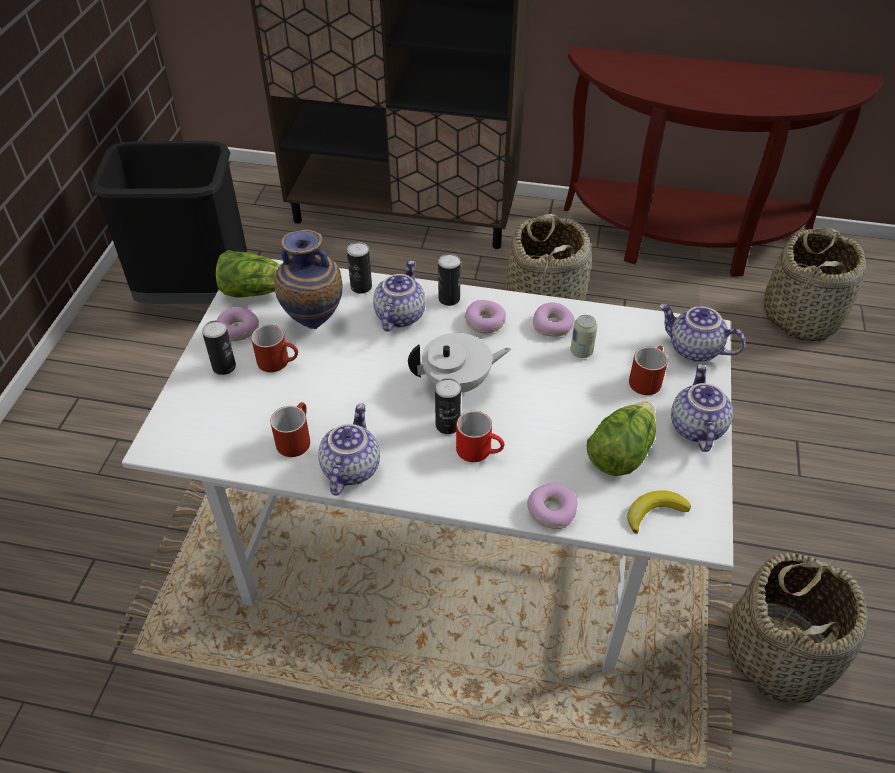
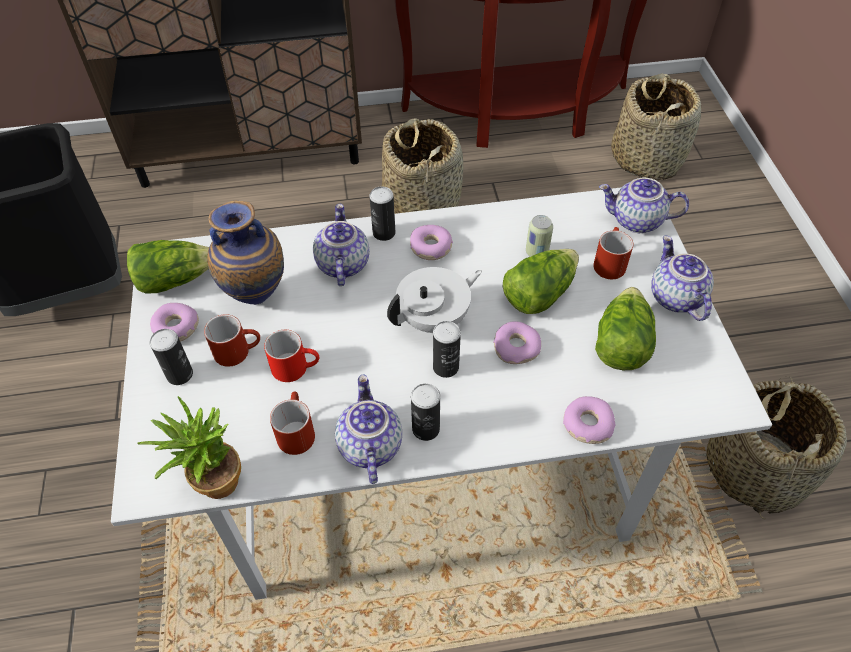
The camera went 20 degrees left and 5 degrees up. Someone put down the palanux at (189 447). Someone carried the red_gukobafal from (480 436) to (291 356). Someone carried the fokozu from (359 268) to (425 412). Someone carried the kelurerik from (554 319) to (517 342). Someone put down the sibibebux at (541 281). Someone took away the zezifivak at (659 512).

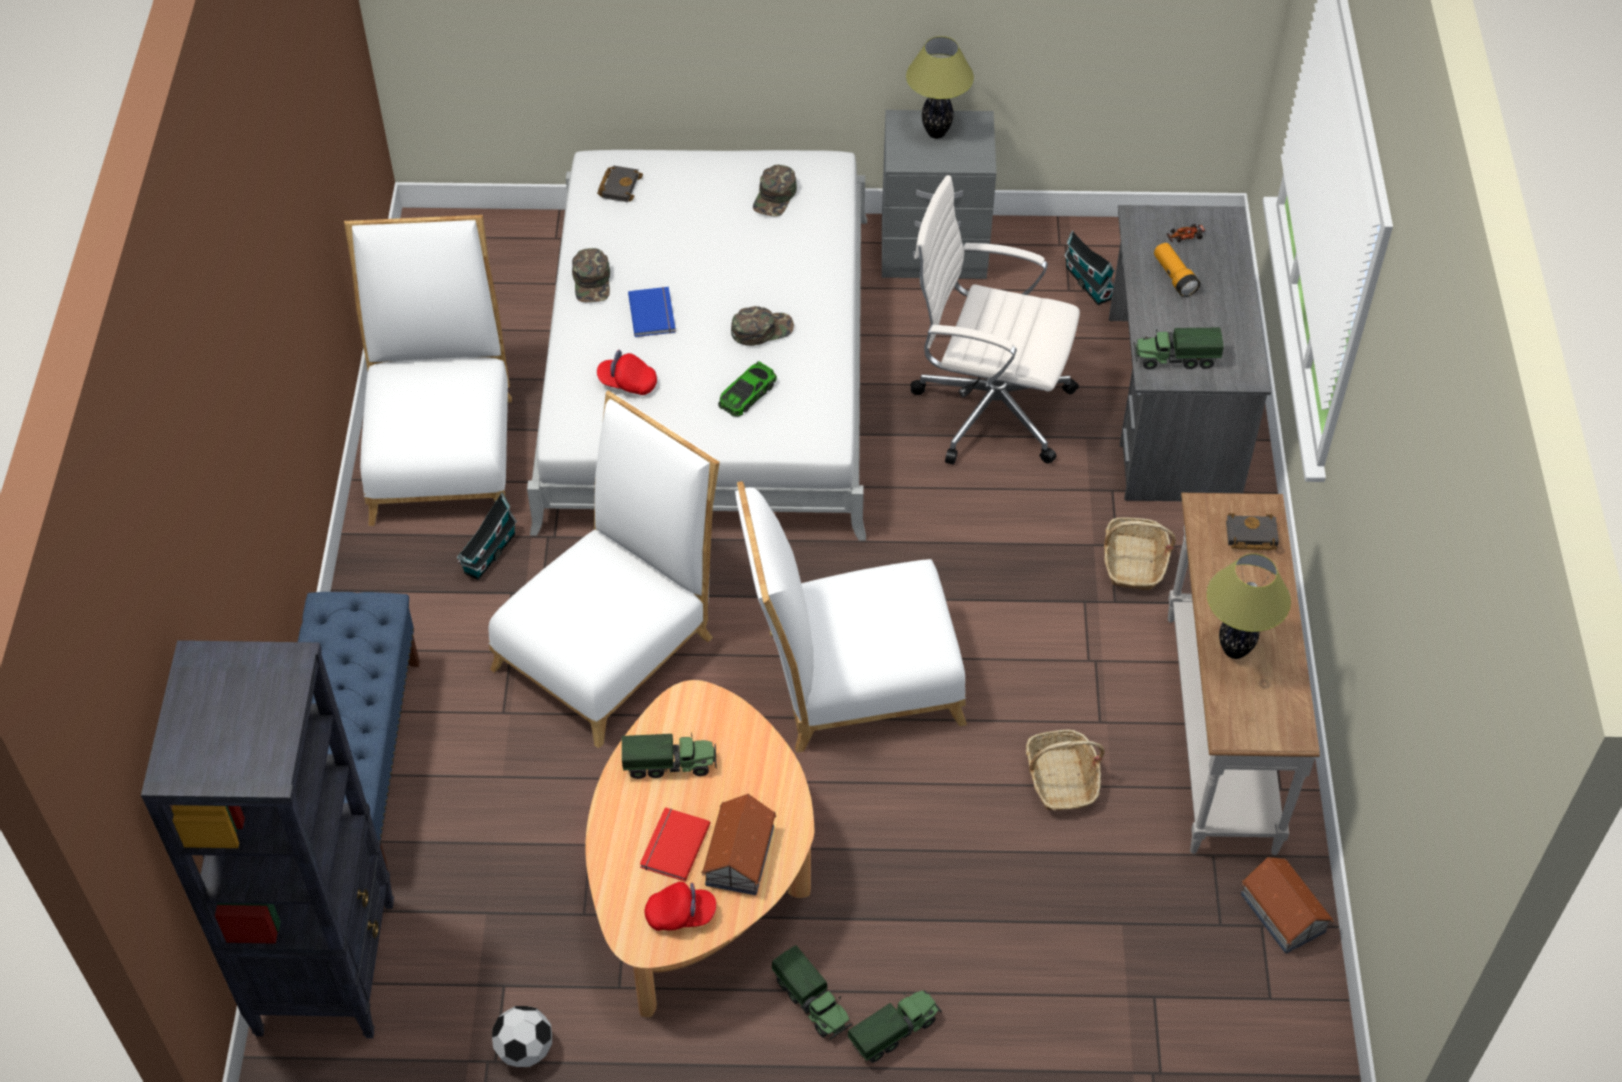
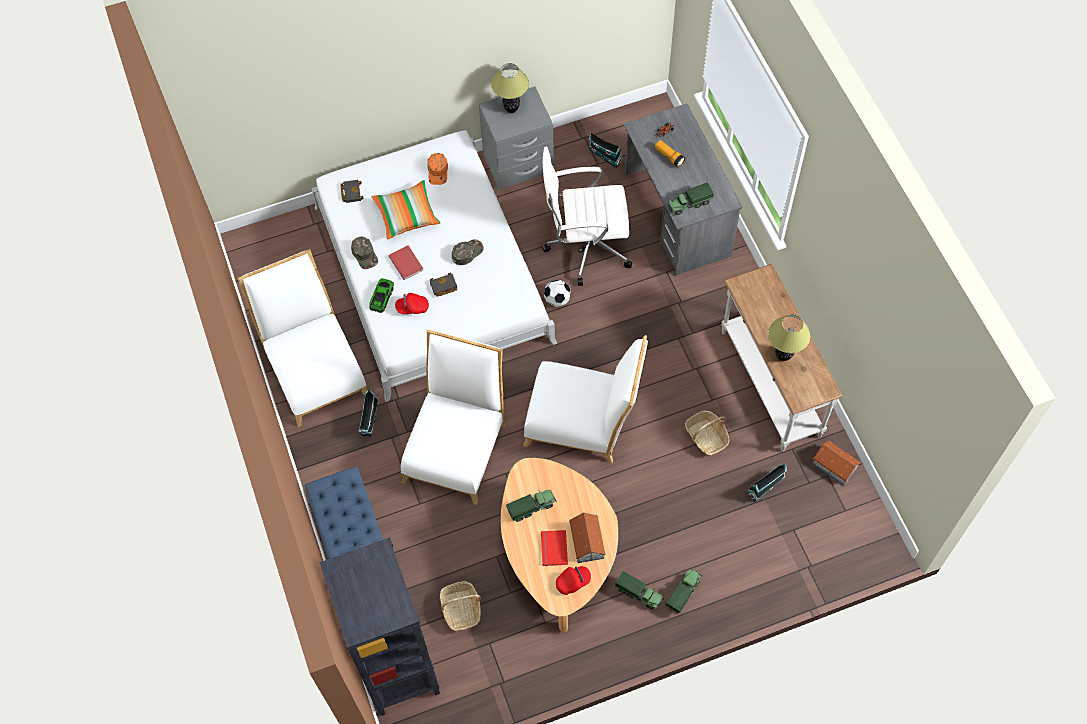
The camera went 20 degrees left and 10 degrees up. Someone carried the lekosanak from (747 389) to (381 295). Someone put down the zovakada at (406 210). Someone repainted the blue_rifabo at (652 312), which became the red_rifabo at (405 263). Someone repainted the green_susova at (775 191), which became the orange_susova at (437 169). Someone carried the black_rifabo from (1252 531) to (443 285). Someone carried the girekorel from (1140 553) to (460 606). Someone rotated the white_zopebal at (851 617) by 135 degrees counterclockwise. Someone carried the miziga from (522 1036) to (557 293). Someone put down the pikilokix at (767 483).

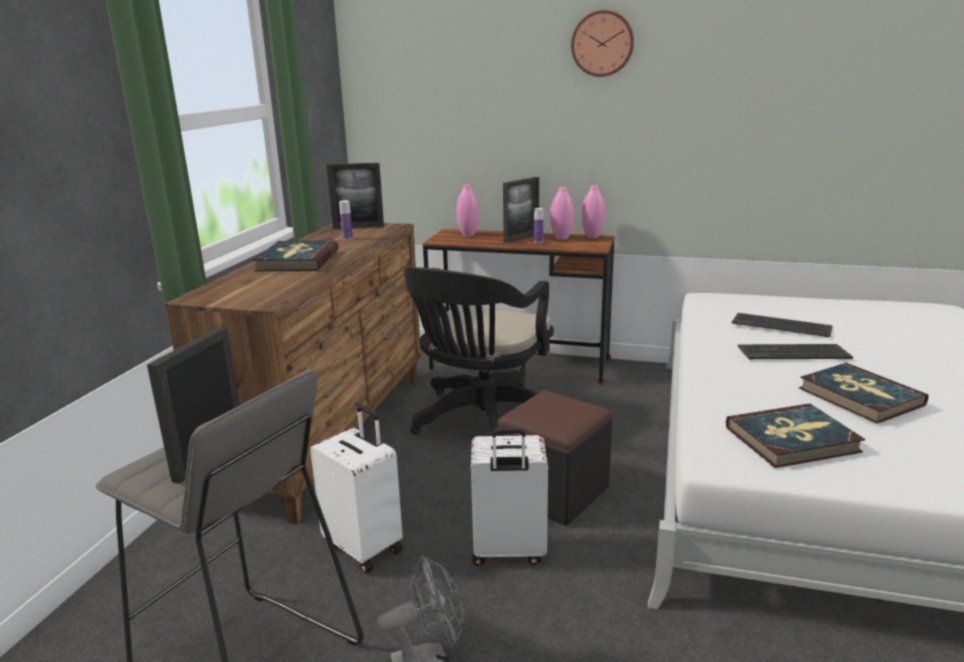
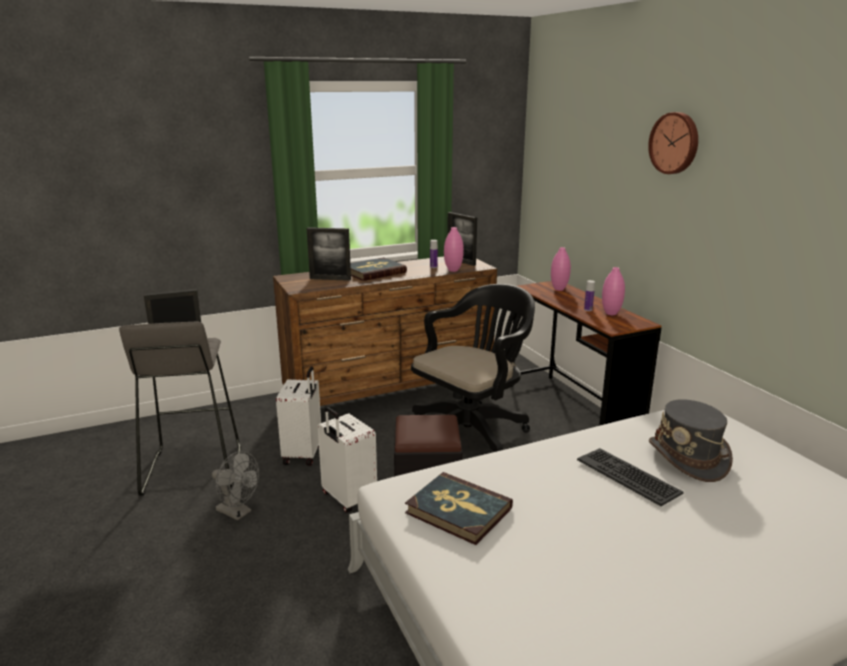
The camera went 50 degrees right and 0 degrees up. Someone carried the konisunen from (521 210) to (329 254). Someone rotated the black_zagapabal at (479 351) by 150 degrees clockwise. Someone carried the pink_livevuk from (593 212) to (454 249). Someone swapped the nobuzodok at (782 325) for the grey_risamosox at (691 440). Someone took away the rifabo at (864 393).

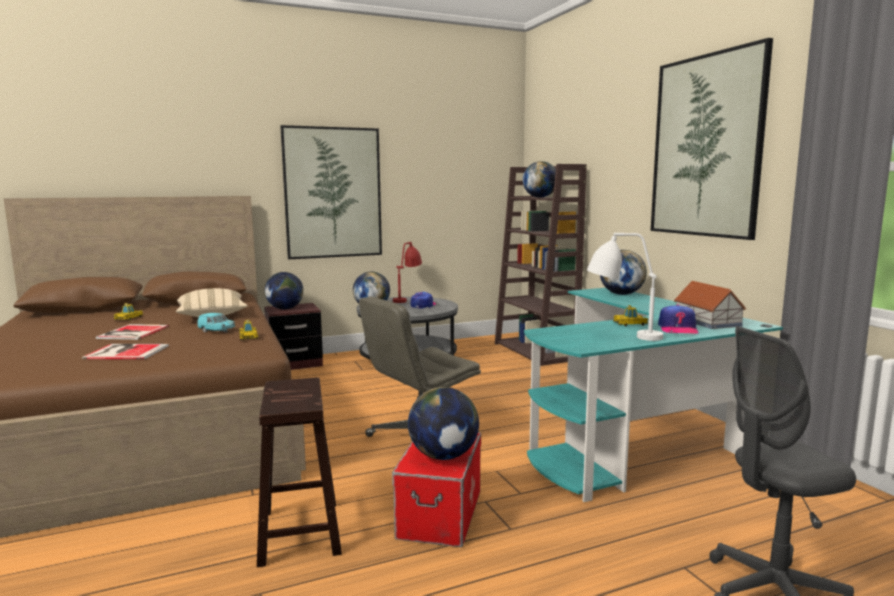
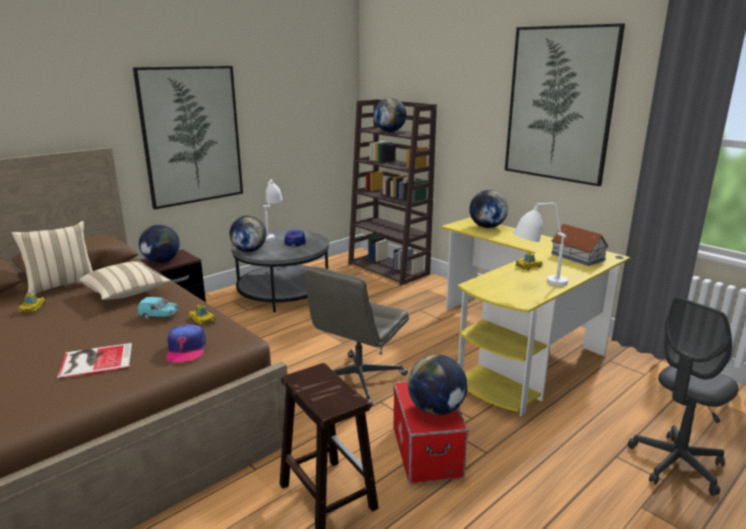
The camera went 20 degrees left and 10 degrees up. Someone put down the beige_zovakada at (52 258). Someone carried the susova from (678 319) to (186 343). Someone repainted the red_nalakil at (407 272), which became the white_nalakil at (272 210). Someone repainted the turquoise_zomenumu at (653 395), which became the yellow_zomenumu at (535 317). Someone took away the rifabo at (132 332).

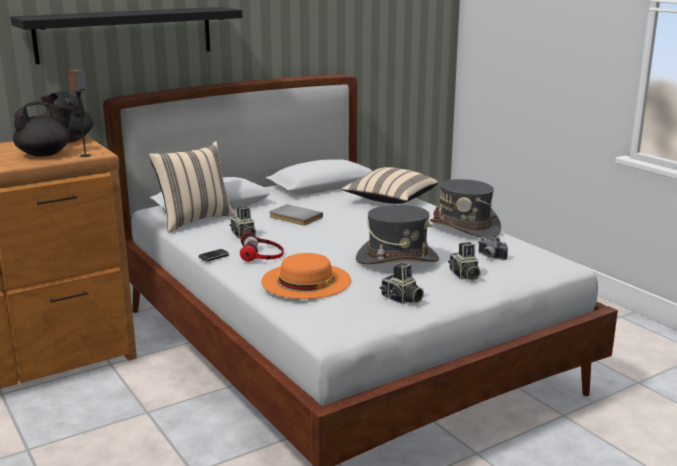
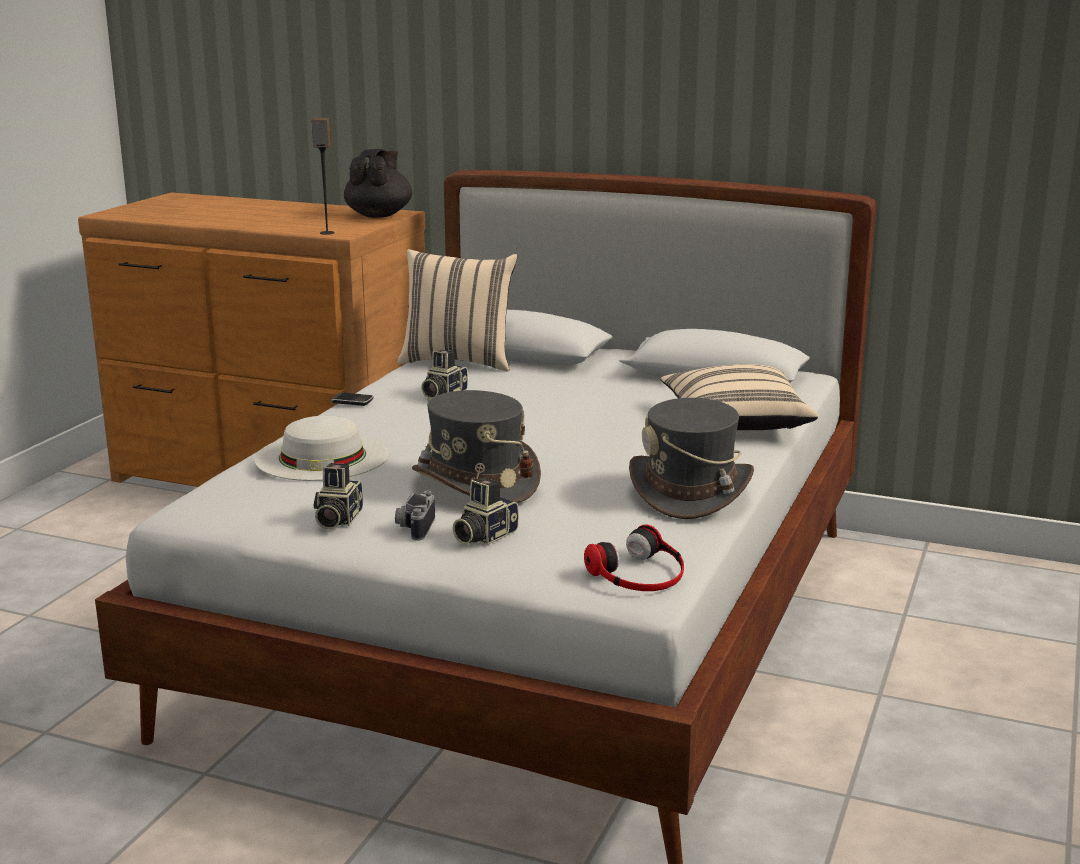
The camera went 55 degrees right and 0 degrees up. Someone repainted the orange_risamosox at (306 276), which became the white_risamosox at (322 448). Someone carried the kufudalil from (493 248) to (415 516). Someone carried the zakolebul from (262 247) to (634 557). Someone took away the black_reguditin at (127 35). Someone took away the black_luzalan at (43 129). Someone took away the grey_rifabo at (296 214).

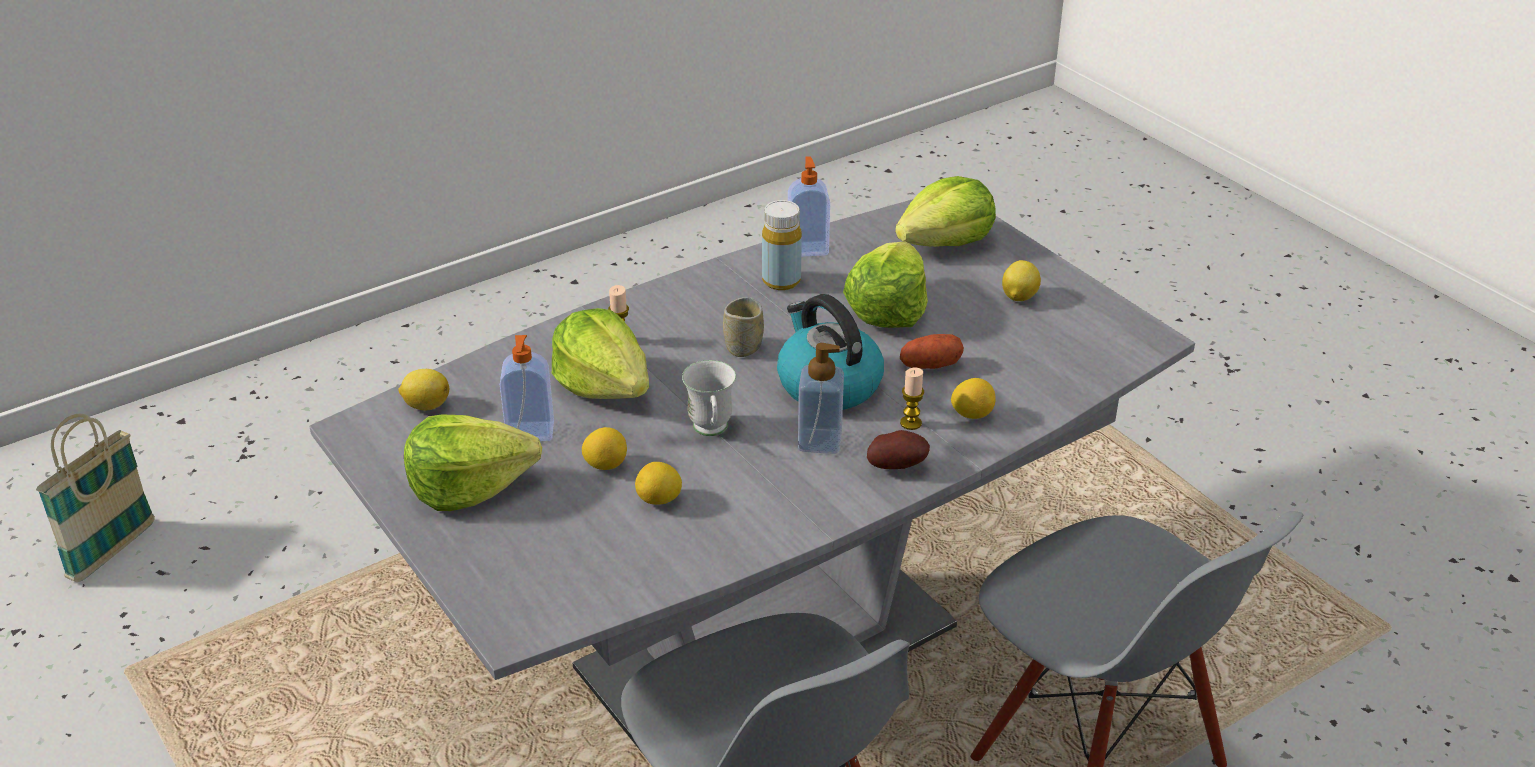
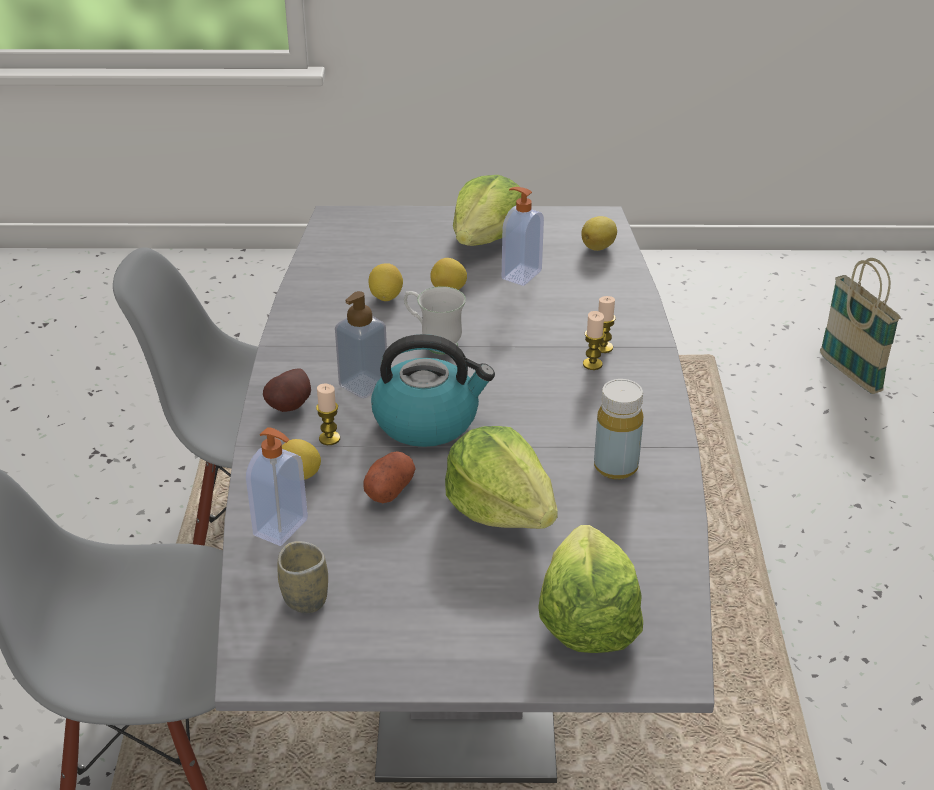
The camera went 125 degrees right and 0 degrees up. Someone carried the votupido from (809 206) to (277 486). Someone carried the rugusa from (743 327) to (303 577). Someone put down the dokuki at (594 340). Someone took away the sibibebux at (600 353). Someone took away the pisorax at (1021 280).

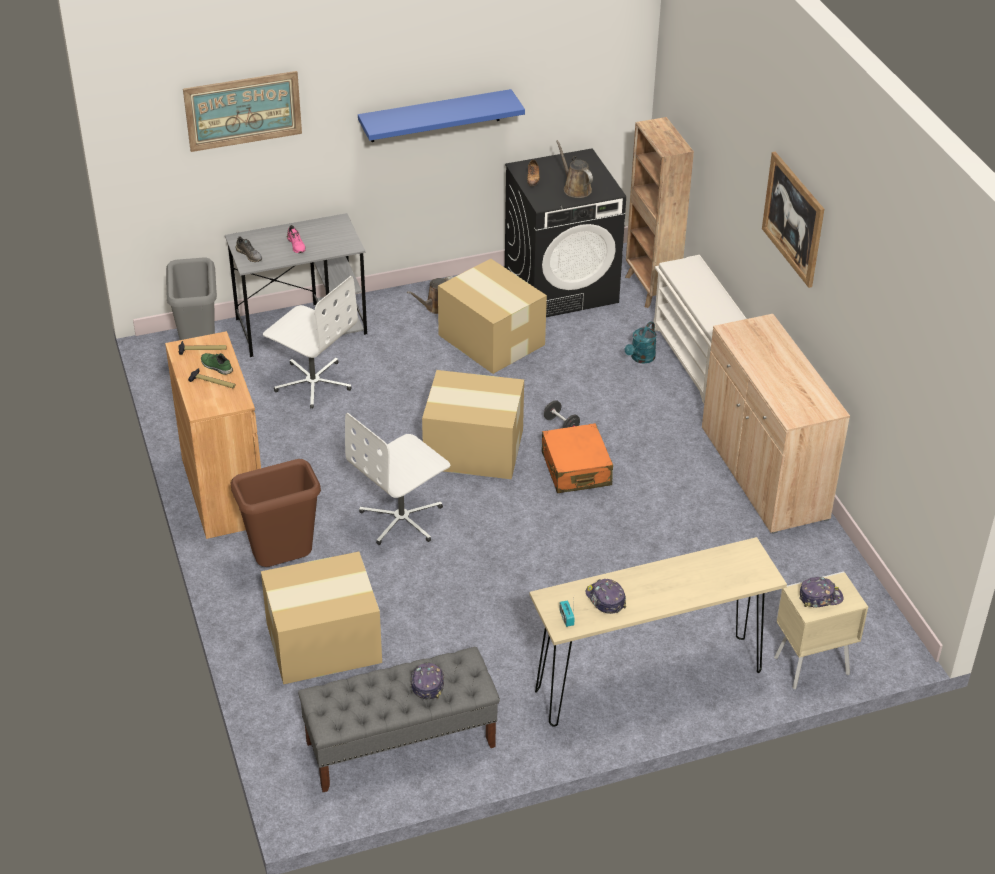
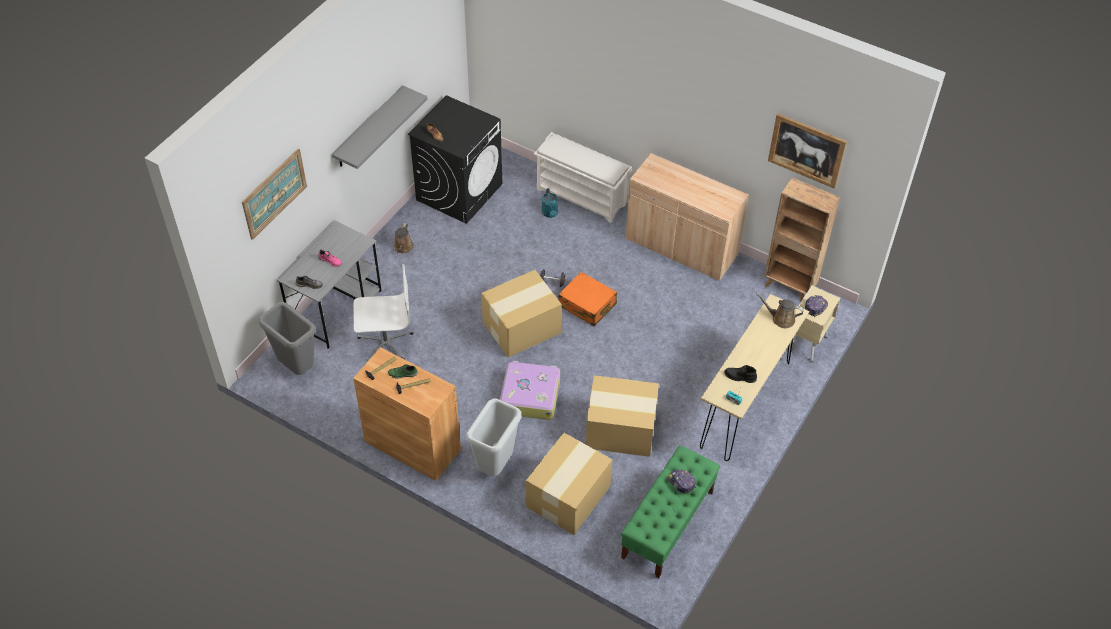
The camera went 40 degrees left and 10 degrees up. Someone repainted the blue_reguditin at (441 115), which became the grey_reguditin at (379 127). Someone repainted the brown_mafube at (275 513), which became the grey_mafube at (493 437). Someone swapped the white_zagapabal at (397 479) for the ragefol at (530 390). Someone carried the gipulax from (492 316) to (622 416). Someone repainted the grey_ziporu at (399 719), which became the green_ziporu at (670 511). Someone swapped the susova at (606 596) for the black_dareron at (740 374). Someone carried the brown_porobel from (574 169) to (780 310). Someone carried the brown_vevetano from (659 212) to (802 240). Someone carried the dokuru from (793 220) to (807 151).

